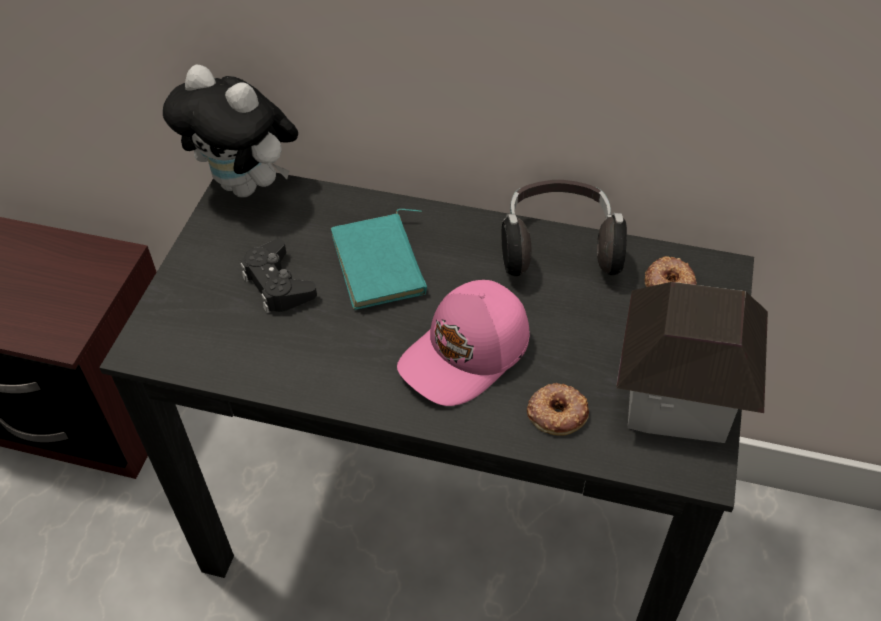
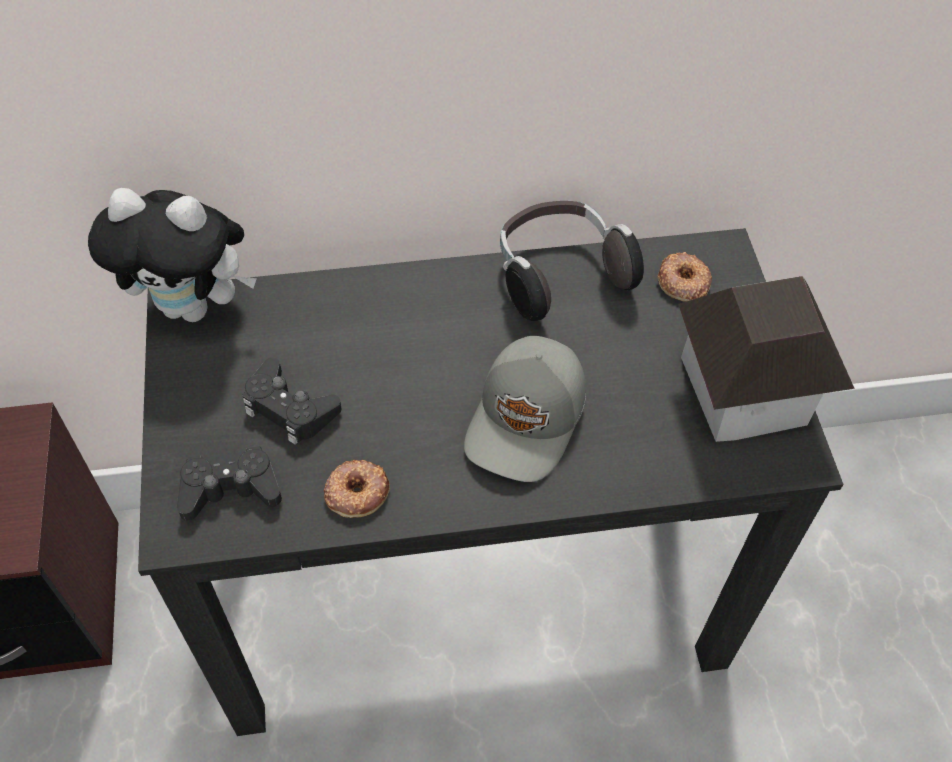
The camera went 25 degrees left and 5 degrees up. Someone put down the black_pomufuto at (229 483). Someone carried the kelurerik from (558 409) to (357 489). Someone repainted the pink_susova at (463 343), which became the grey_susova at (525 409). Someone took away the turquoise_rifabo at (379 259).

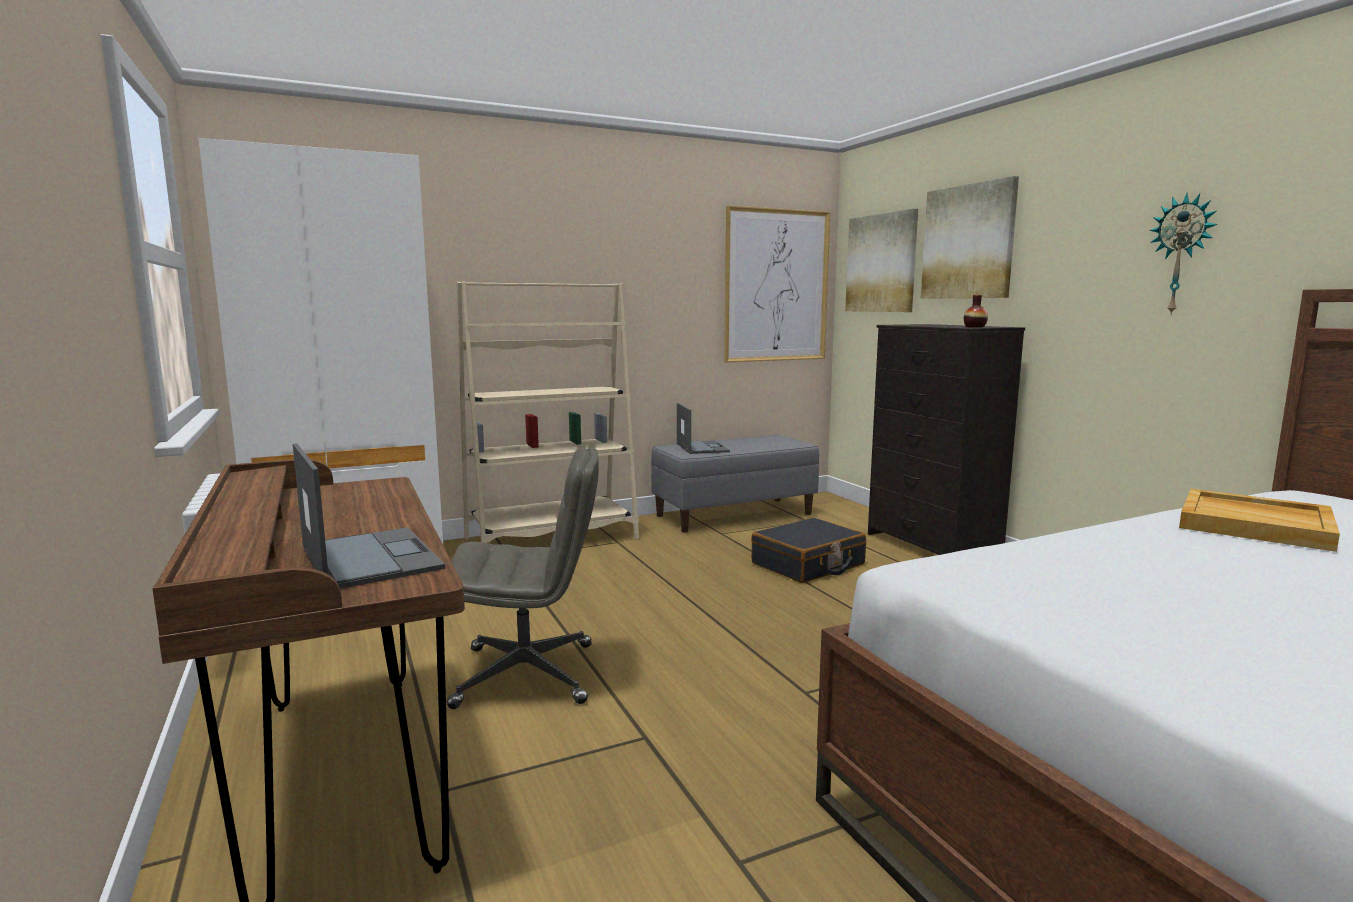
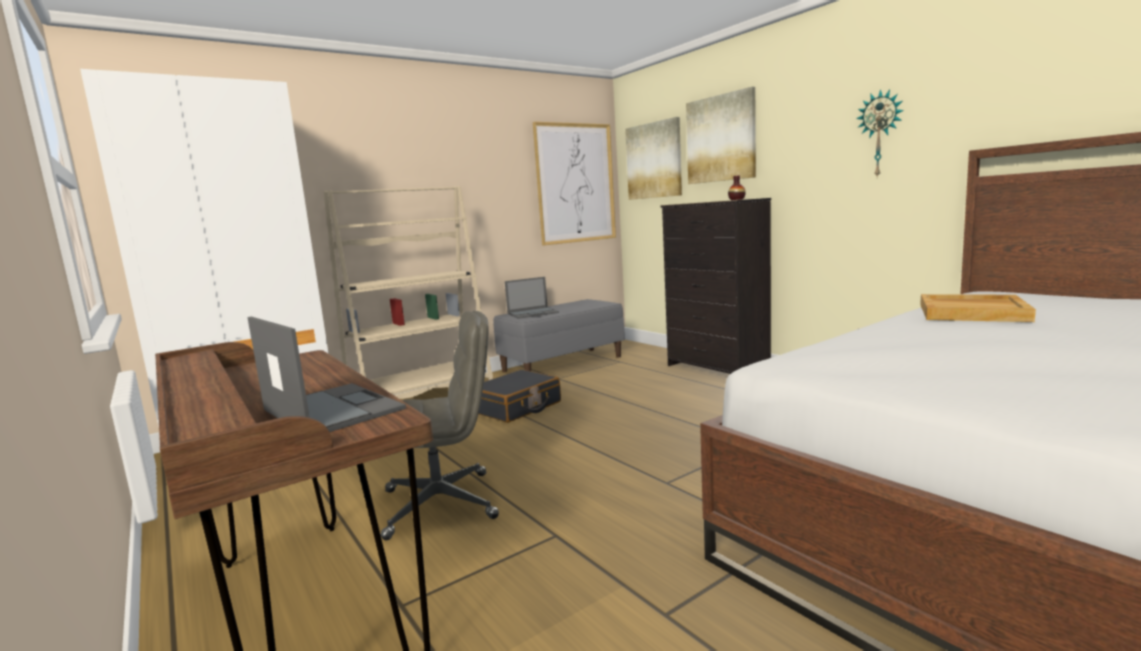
The camera went 10 degrees left and 0 degrees up. Someone carried the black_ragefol from (808 550) to (519 396). Someone rotated the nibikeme at (703 428) by 90 degrees clockwise.

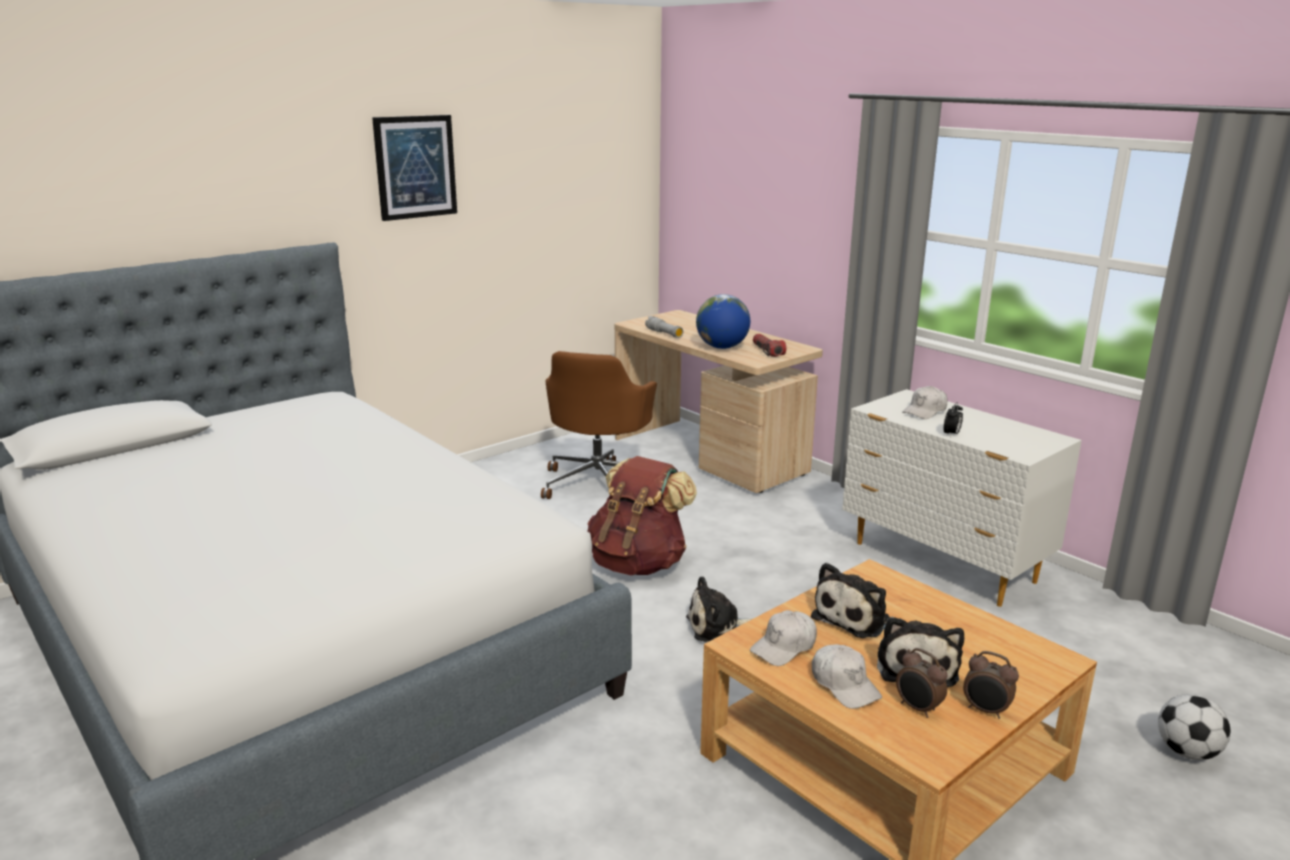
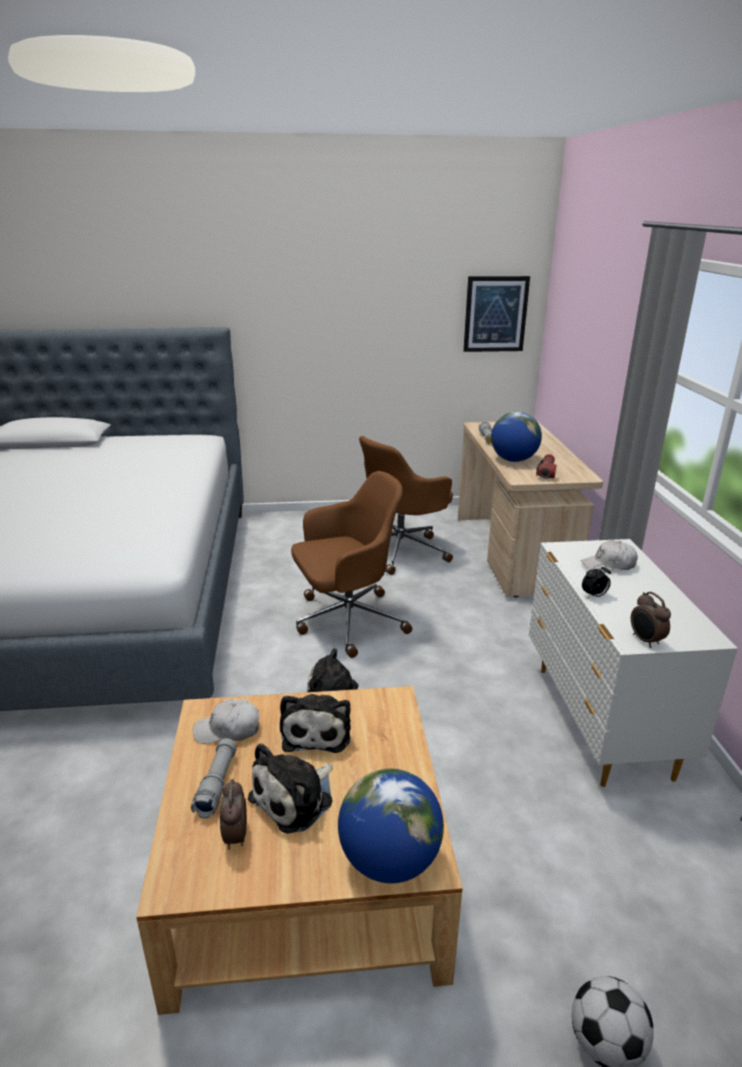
The camera went 35 degrees right and 5 degrees up. Someone swapped the white_susova at (847 676) for the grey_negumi at (214 778). Someone rotated the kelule at (850 600) by 75 degrees counterclockwise. Someone swapped the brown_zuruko at (642 515) for the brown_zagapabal at (351 564). Someone put down the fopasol at (391 826). Someone carried the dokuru from (414 168) to (496 314). Someone carried the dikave from (991 685) to (651 620).

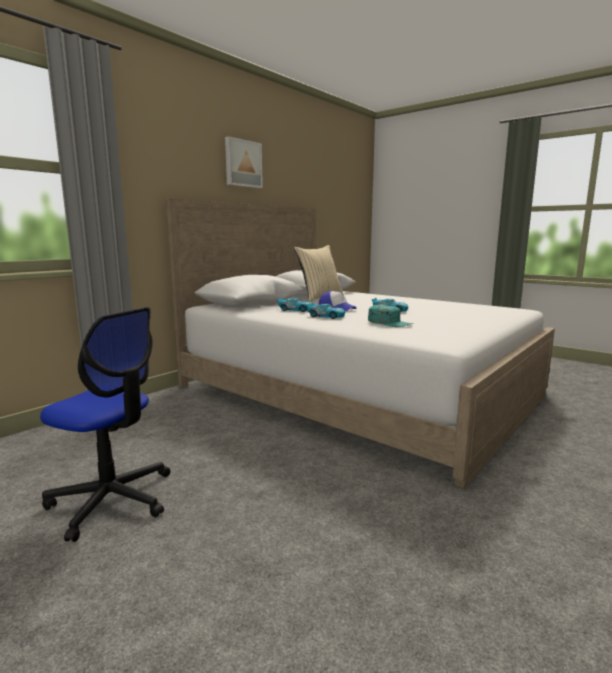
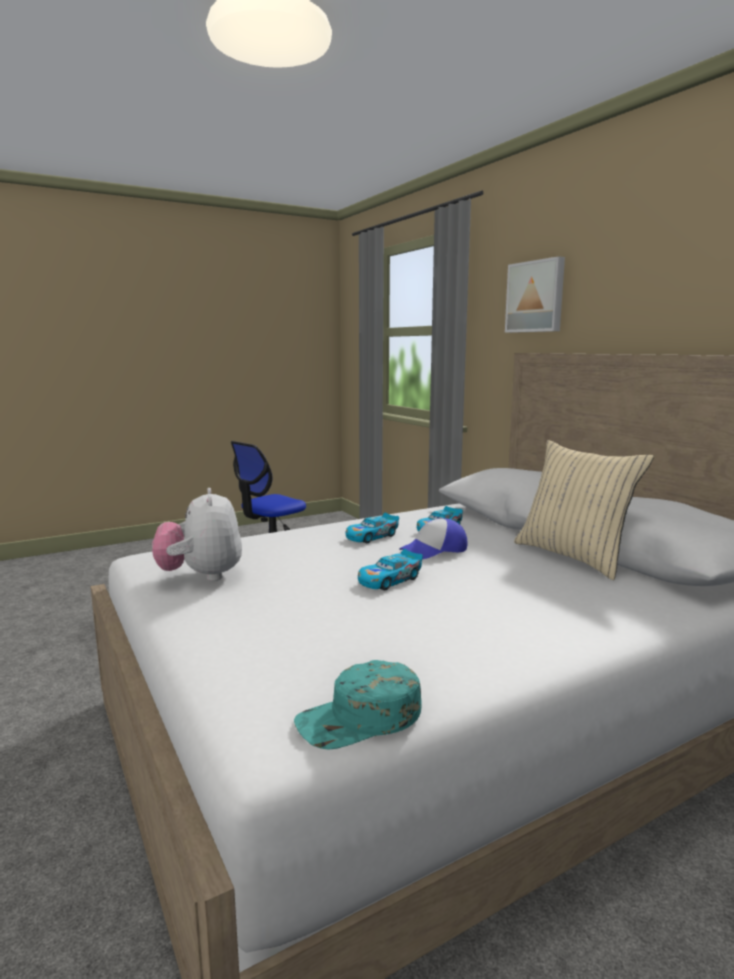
The camera went 110 degrees right and 0 degrees up. Someone put down the kelule at (197 534). Someone carried the turquoise_susova from (390 315) to (358 705). Someone carried the dokuru from (244 162) to (535 294).

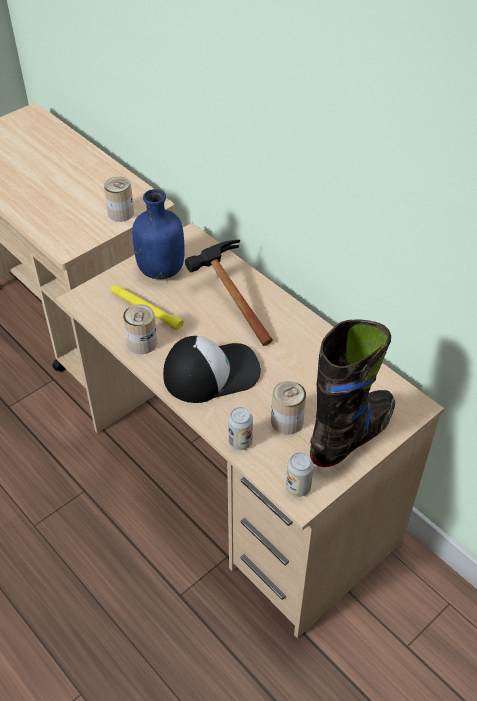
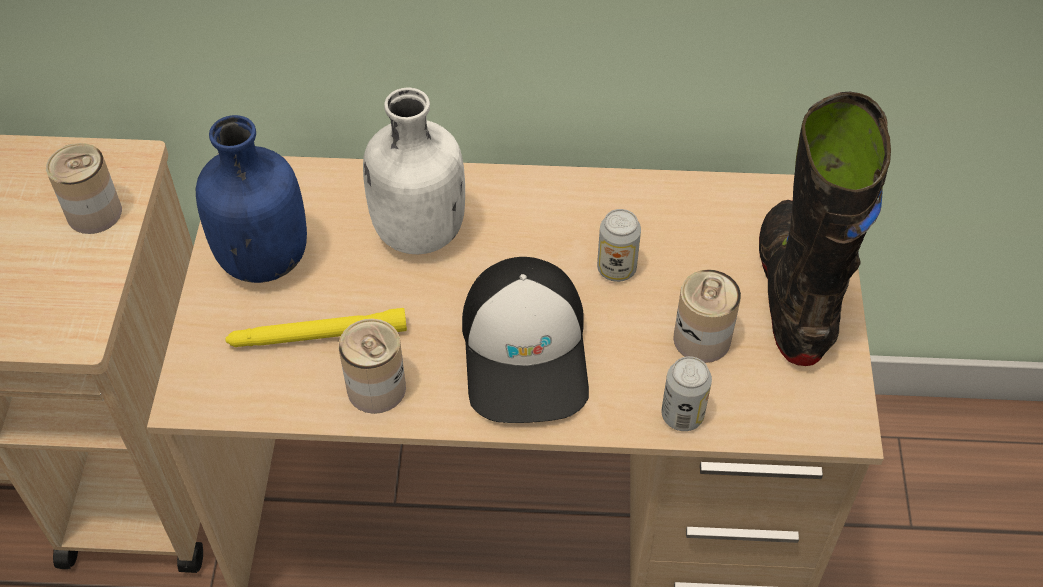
The camera went 45 degrees left and 5 degrees up. Someone swapped the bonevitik at (229 293) for the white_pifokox at (414 171). Someone rotated the susova at (212 369) by 150 degrees clockwise. Someone carried the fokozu from (299 474) to (619 245).

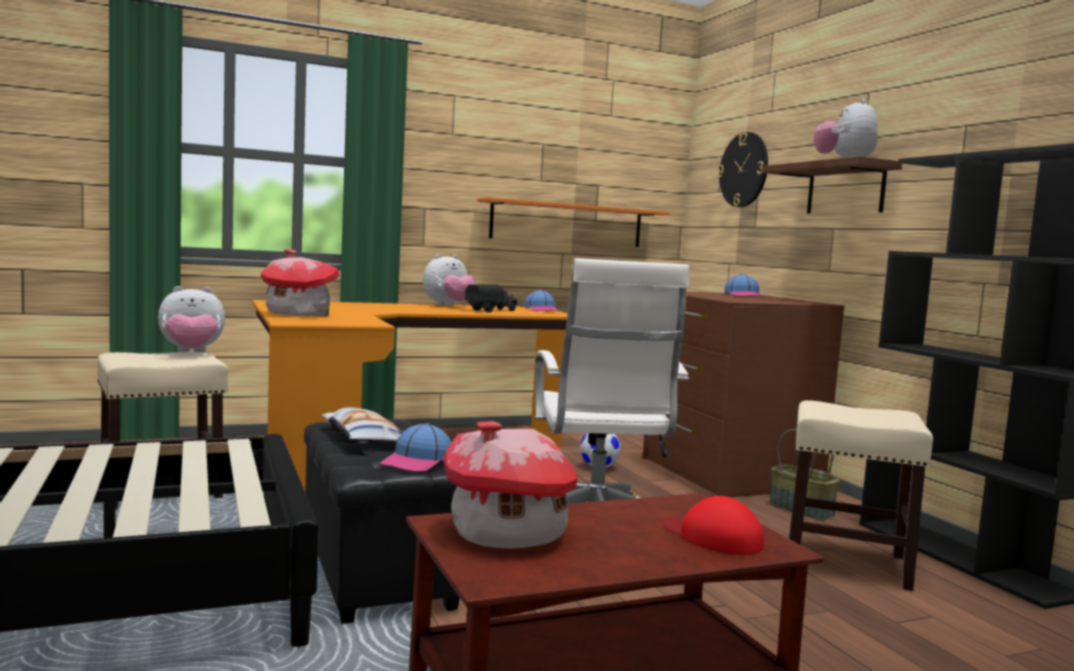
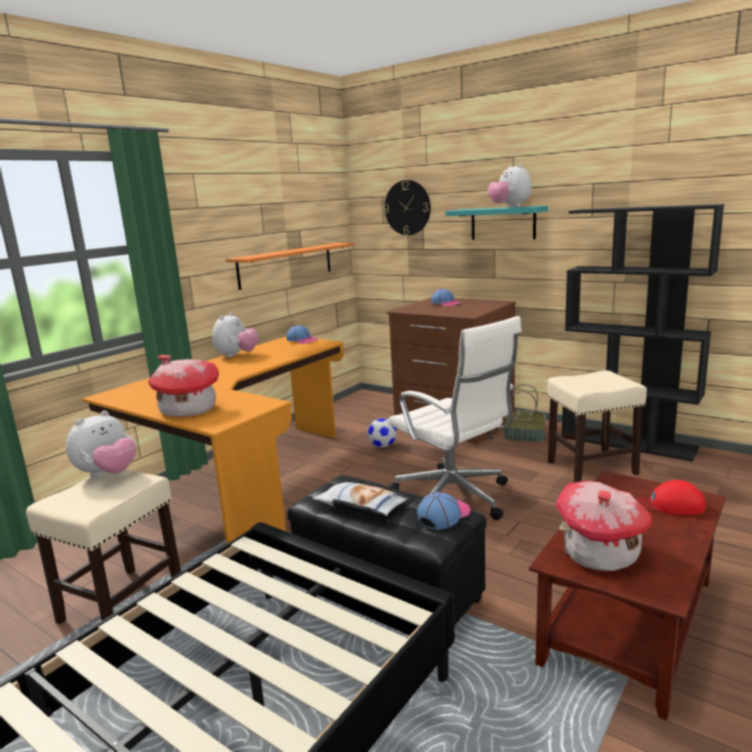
The camera went 30 degrees left and 10 degrees up. Someone rotated the susova at (416 447) by 135 degrees counterclockwise. Someone repainted the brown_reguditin at (832 184), which became the turquoise_reguditin at (496 223). Someone took away the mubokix at (491 298).

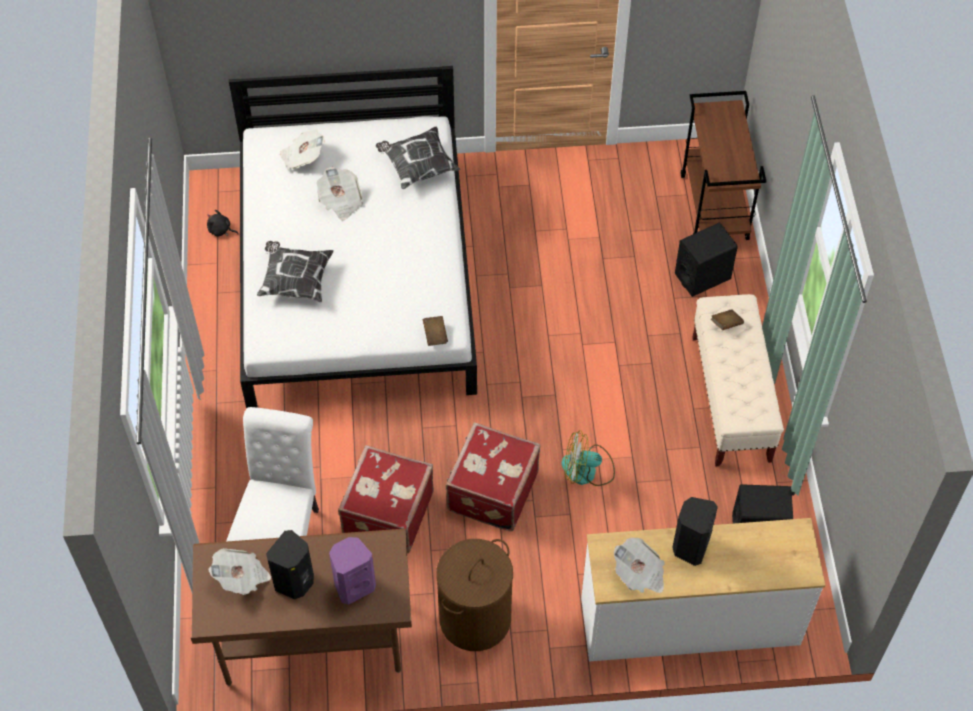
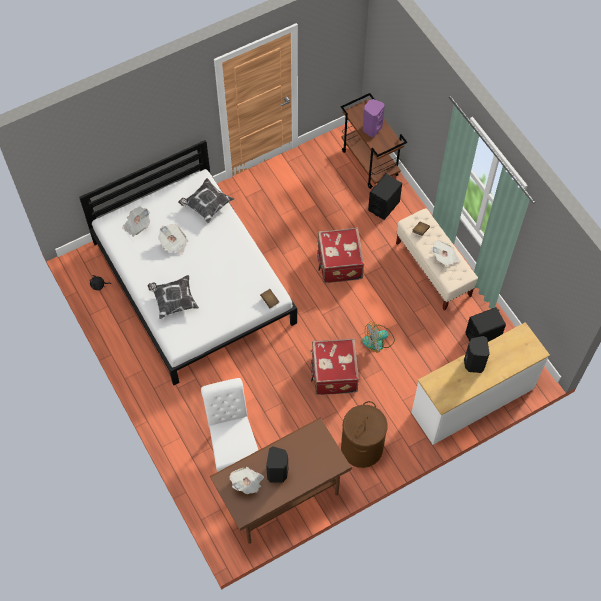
The camera went 25 degrees left and 5 degrees up. Someone carried the red_ragefol from (386 499) to (340 255). Someone carried the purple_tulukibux from (352 571) to (374 118). Someone carried the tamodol from (639 565) to (445 253).

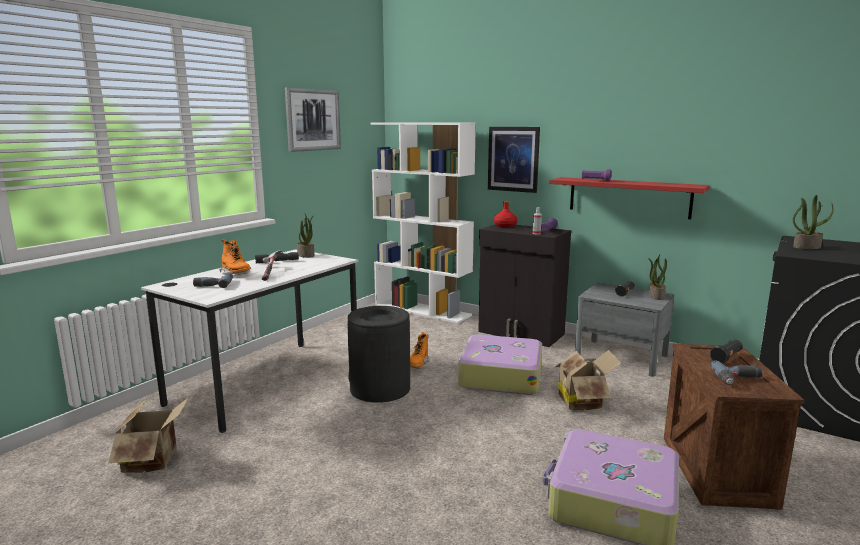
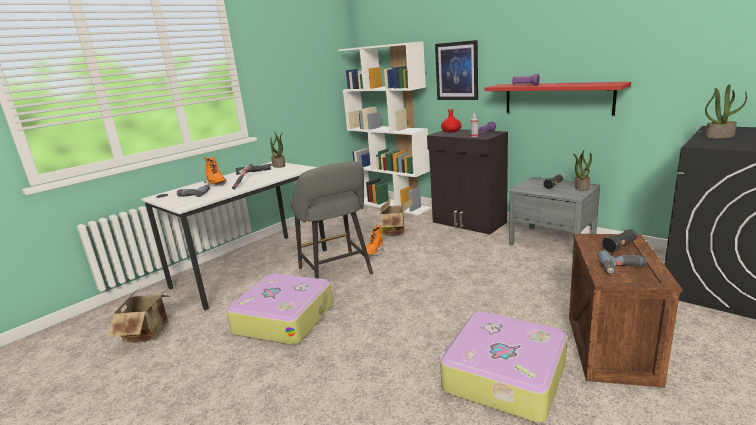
The camera went 10 degrees right and 5 degrees up. Someone carried the ragefol from (500 364) to (279 309). Someone swapped the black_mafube at (378 354) for the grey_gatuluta at (332 220). Someone carried the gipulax from (588 380) to (396 216). Someone took away the dokuru at (313 119).

